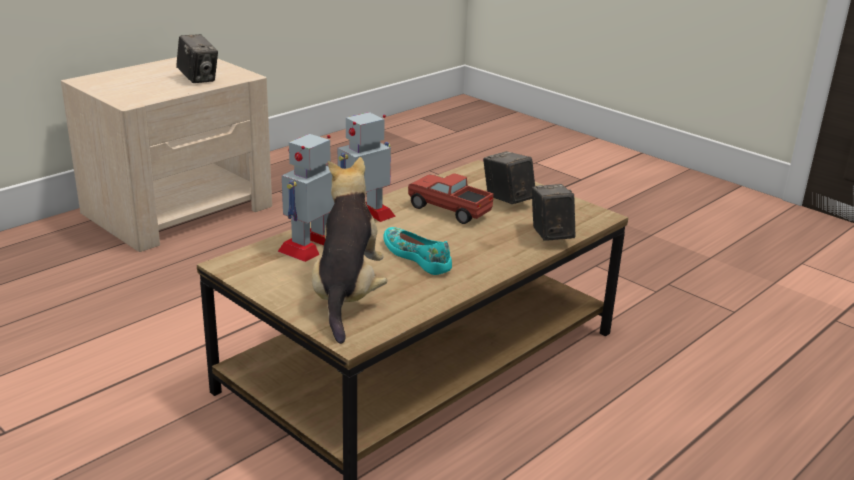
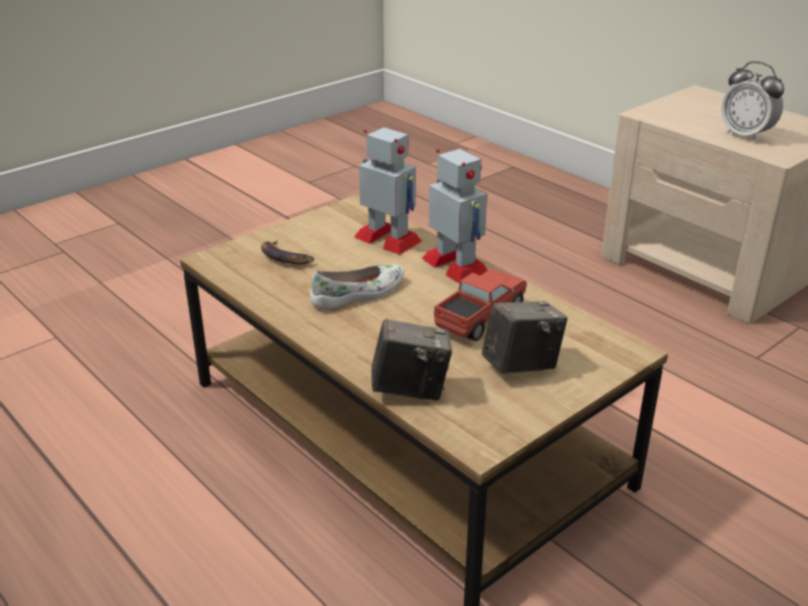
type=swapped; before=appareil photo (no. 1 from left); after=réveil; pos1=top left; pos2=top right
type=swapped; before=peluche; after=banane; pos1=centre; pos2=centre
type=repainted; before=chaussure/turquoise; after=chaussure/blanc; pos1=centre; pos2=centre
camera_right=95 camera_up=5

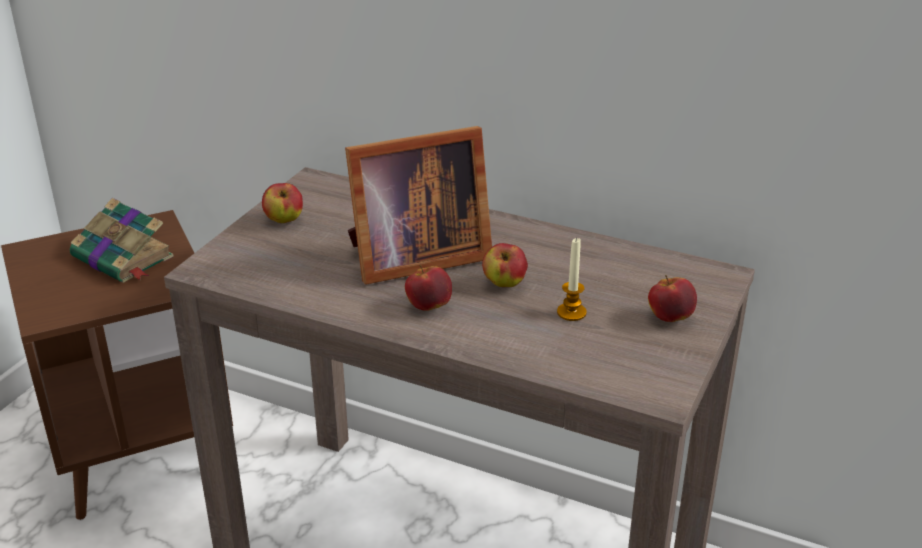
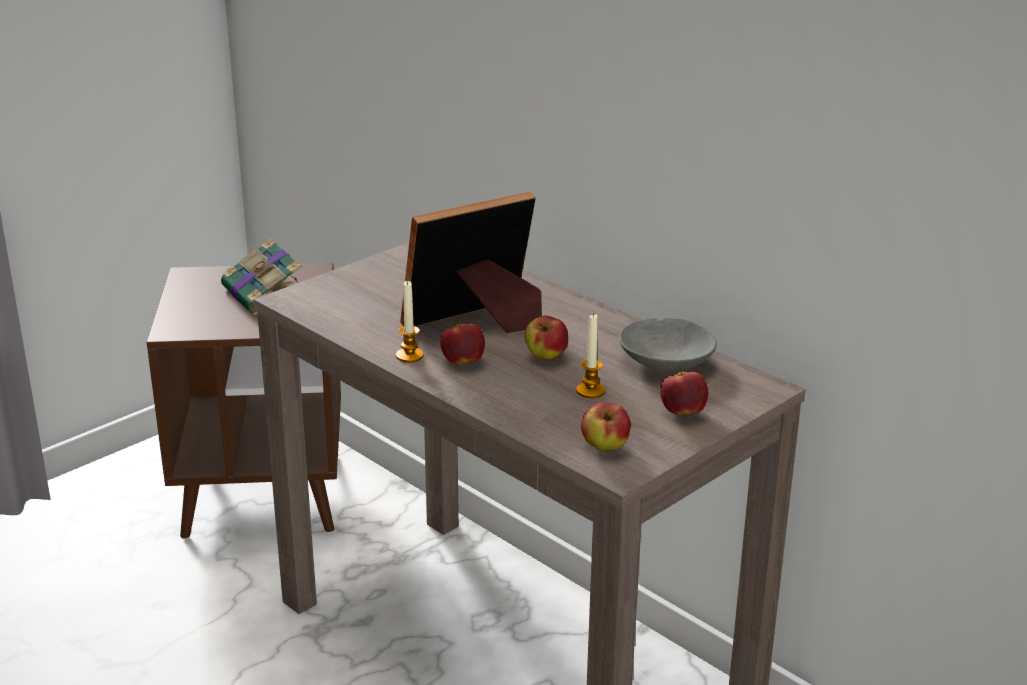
type=shifted; before=pomme (no. 1 from left in the first image); after=pomme (no. 3 from left); pos1=middle left; pos2=centre
type=rotated; before=cadre photo; pos1=centre; pos2=centre; turn=150
type=new; after=bougie (no. 1 from left); pos2=centre
type=new; after=bol/gris; pos2=centre
camera_right=20 camera_up=-5

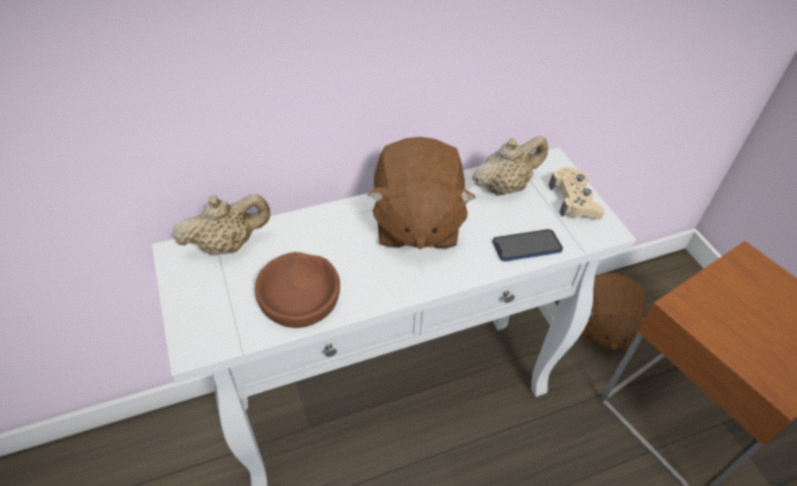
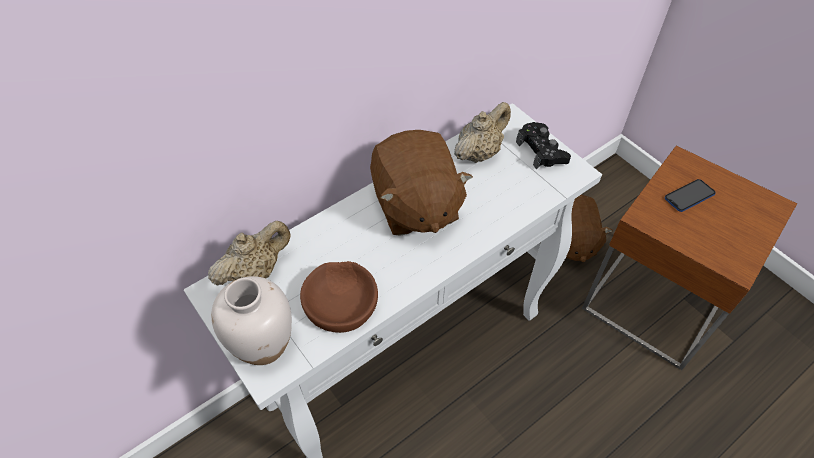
type=shifted; before=téléphone; pos1=centre; pos2=middle right
type=repainted; before=manette/beige; after=manette/noir; pos1=middle right; pos2=top right
type=new; after=vase/blanc; pos2=bottom left
camera_right=-15 camera_up=5

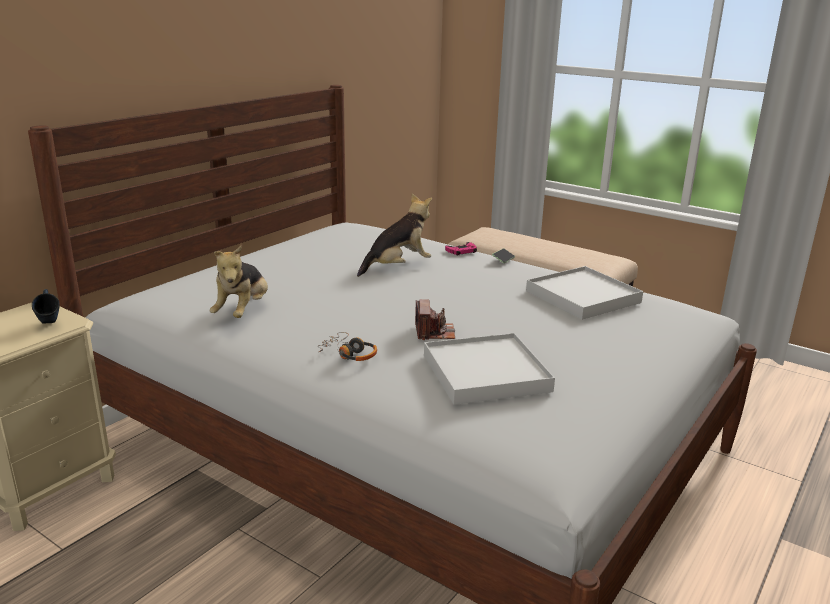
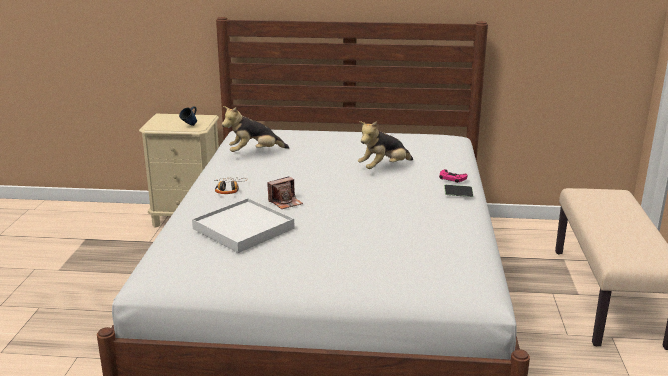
type=rotated; before=peluche (no. 2 from left); pos1=centre; pos2=centre; turn=120
type=gone; before=plateau/blanc (no. 2 from left); pos1=middle right
camera_right=60 camera_up=0

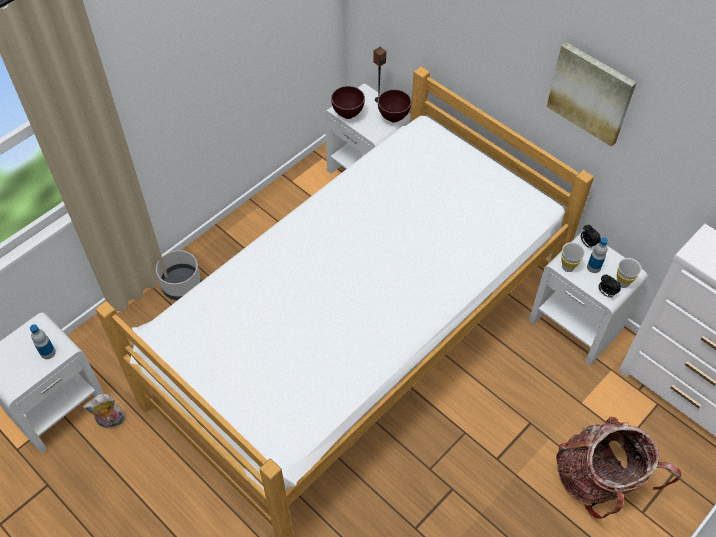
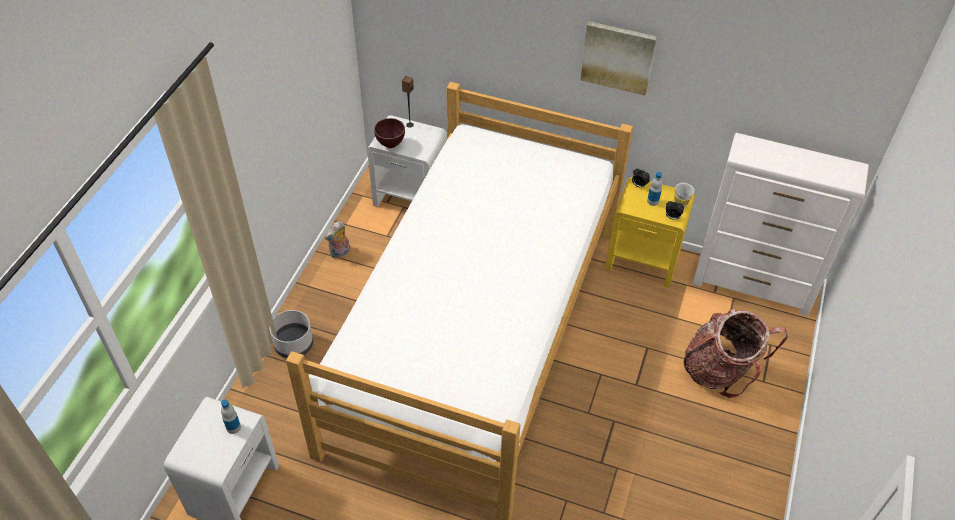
type=shifted; before=peluche; pos1=bottom left; pos2=centre
type=gone; before=bol/marron (no. 2 from left); pos1=top centre
type=repainted; before=table de chevet/blanc (no. 3 from left); after=table de chevet/jaune; pos1=middle right; pos2=middle right
type=gone; before=tasse/blanc (no. 1 from left); pos1=middle right
camera_right=-25 camera_up=-5

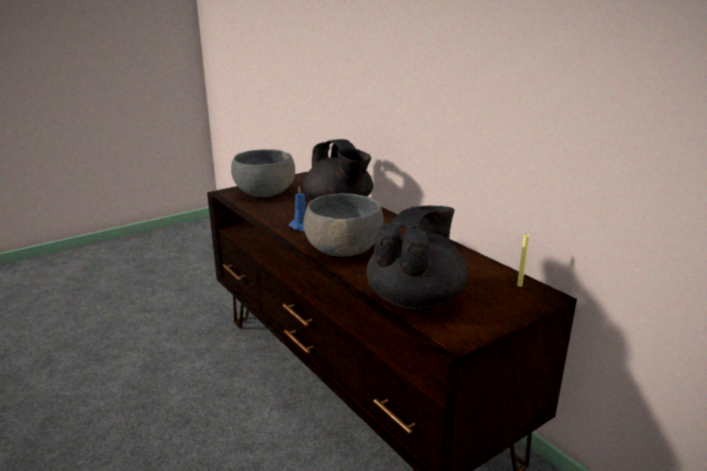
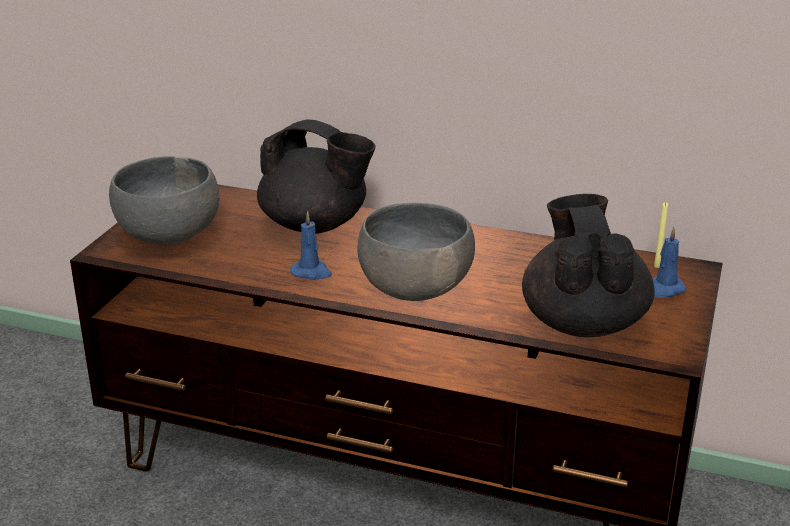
type=new; after=bougie/bleu (no. 2 from left); pos2=middle right
camera_right=-35 camera_up=5

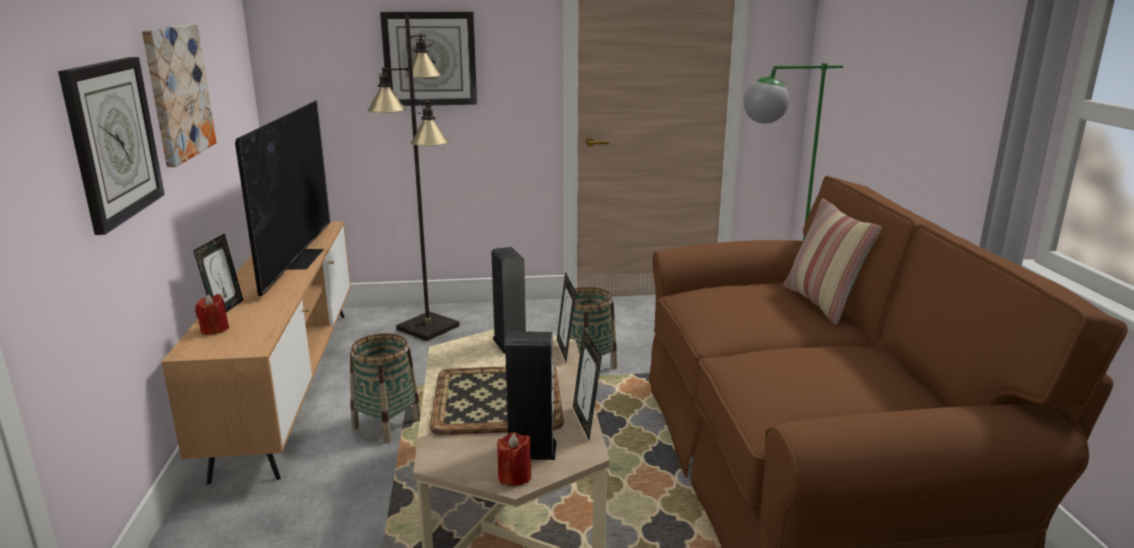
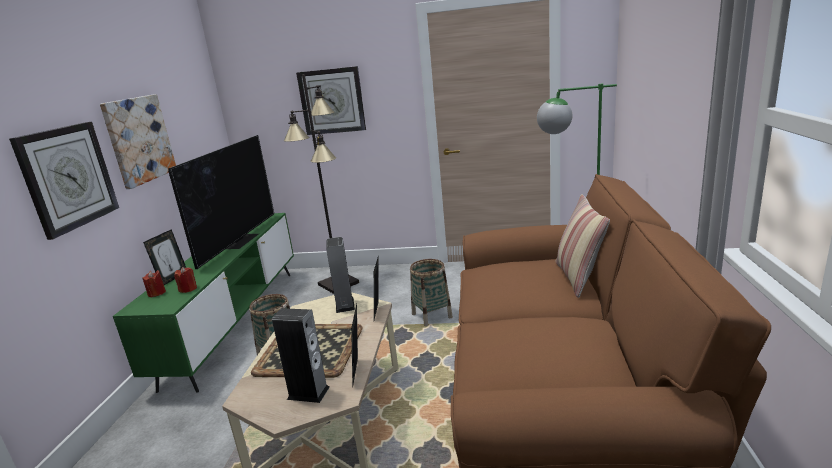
type=repainted; before=meuble télé/marron; after=meuble télé/vert; pos1=middle left; pos2=middle left
type=shifted; before=bougie/rouge (no. 2 from left); pos1=bottom centre; pos2=middle left
camera_right=15 camera_up=0

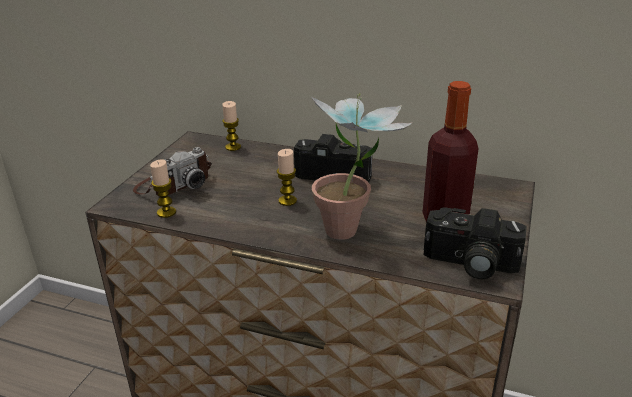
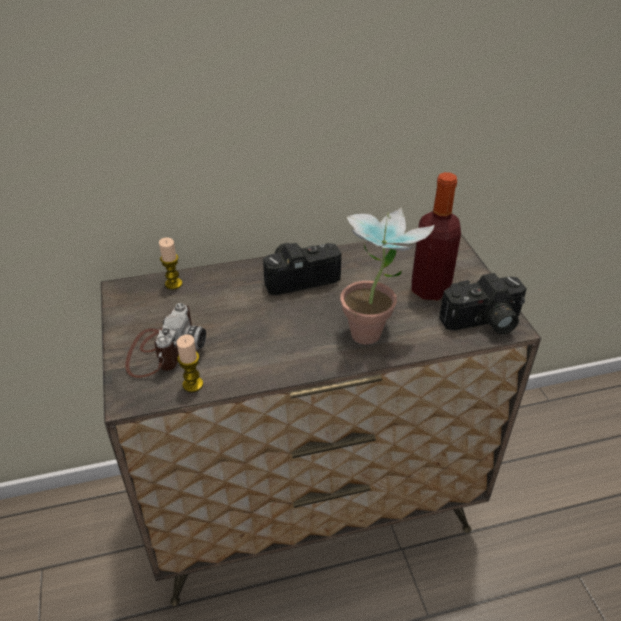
type=gone; before=bougie (no. 3 from left); pos1=centre
camera_right=-35 camera_up=10

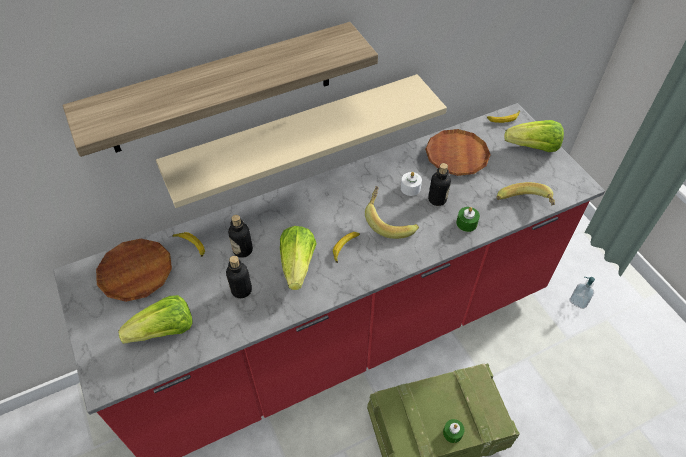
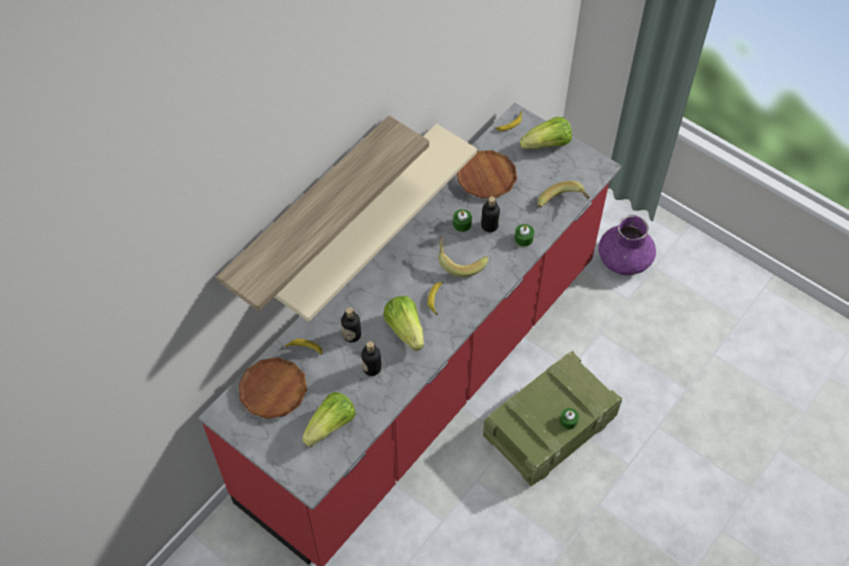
type=repainted; before=bougie/blanc; after=bougie/vert (no. 1 from left); pos1=centre; pos2=centre
type=swapped; before=distributeur de savon; after=vase/violet; pos1=middle right; pos2=middle right
camera_right=-25 camera_up=5

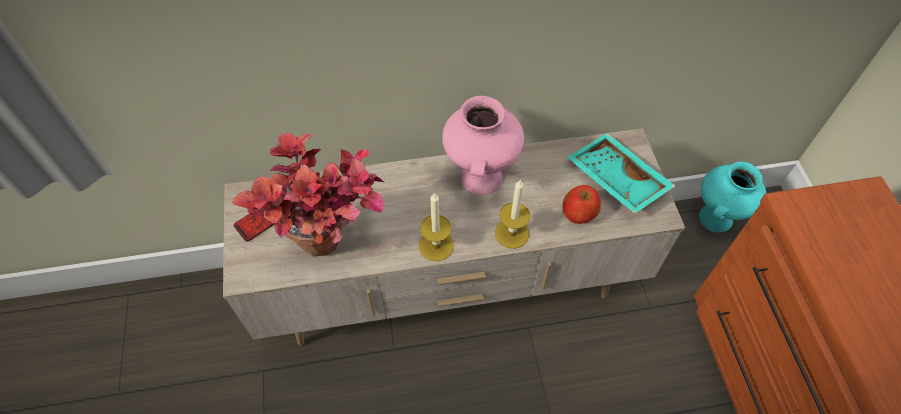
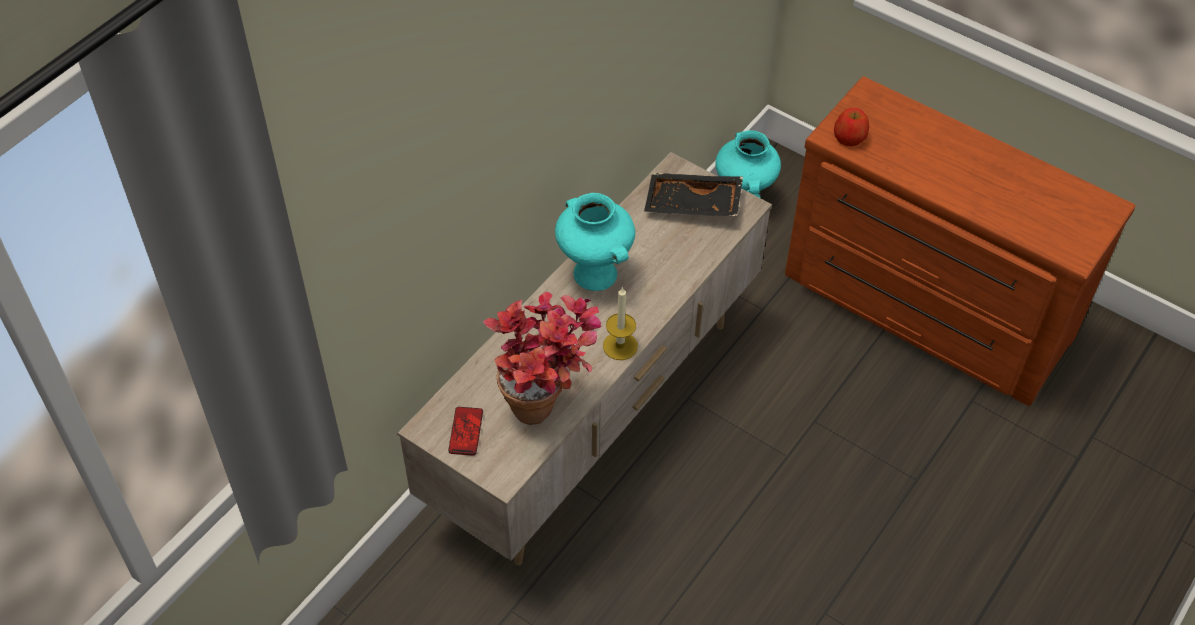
type=repainted; before=vase/rose; after=vase/turquoise (no. 1 from left); pos1=centre; pos2=centre
type=gone; before=bougie (no. 2 from left); pos1=centre
type=shifted; before=pomme; pos1=centre; pos2=top right
type=repainted; before=plateau/turquoise; after=plateau/noir; pos1=middle right; pos2=top centre
camera_right=-45 camera_up=-5

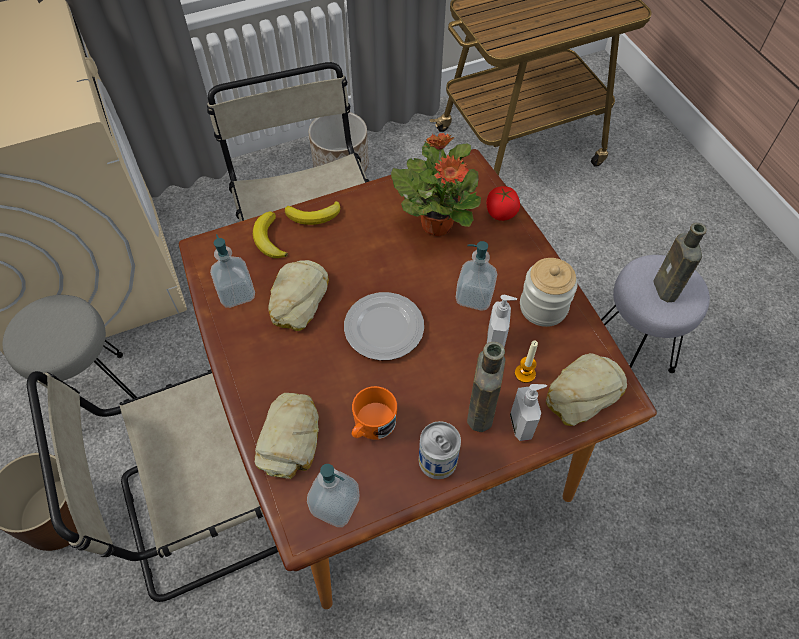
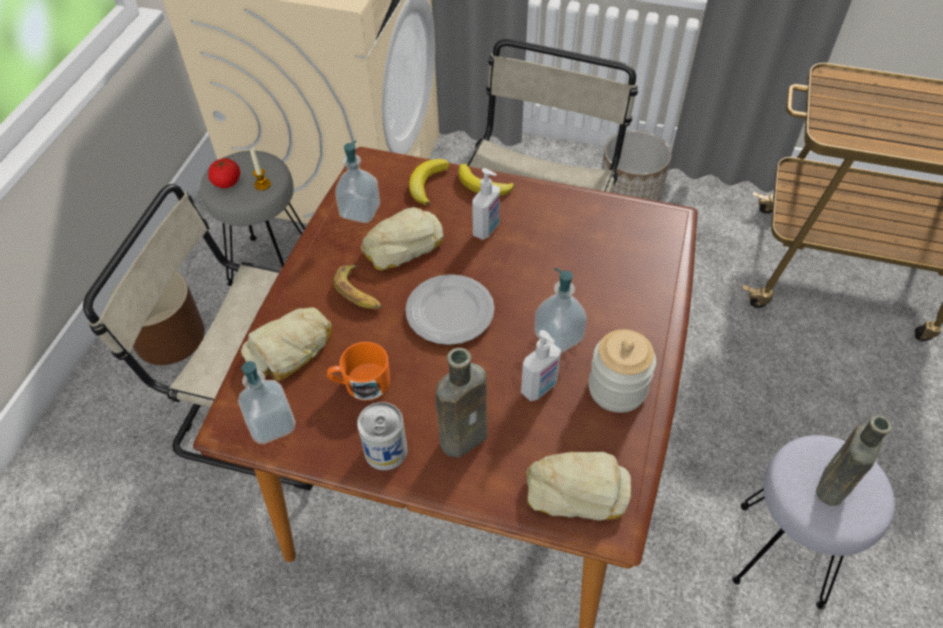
type=gone; before=plante en pot; pos1=top centre
type=shifted; before=tomate; pos1=top centre; pos2=top left
type=shifted; before=distributeur de savon (no. 5 from left in the first image); after=distributeur de savon (no. 3 from left); pos1=centre; pos2=top centre
type=shifted; before=bougie; pos1=centre; pos2=top left
type=new; after=banane (no. 1 from left); pos2=centre
camera_right=40 camera_up=-5

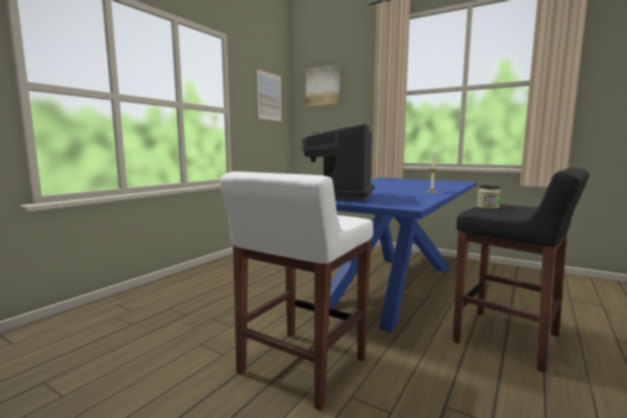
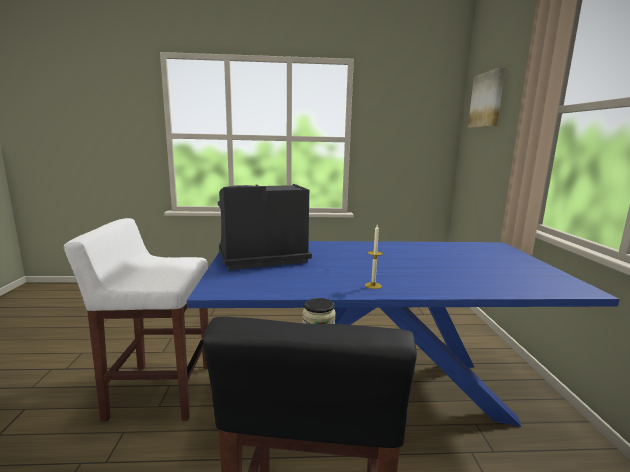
type=gone; before=tableau (no. 1 from left); pos1=top centre
camera_right=55 camera_up=5

